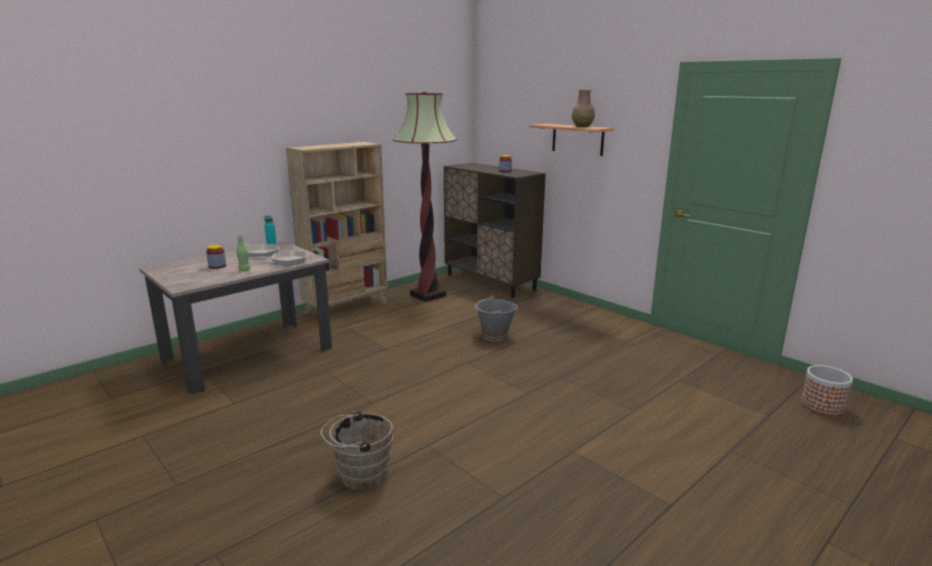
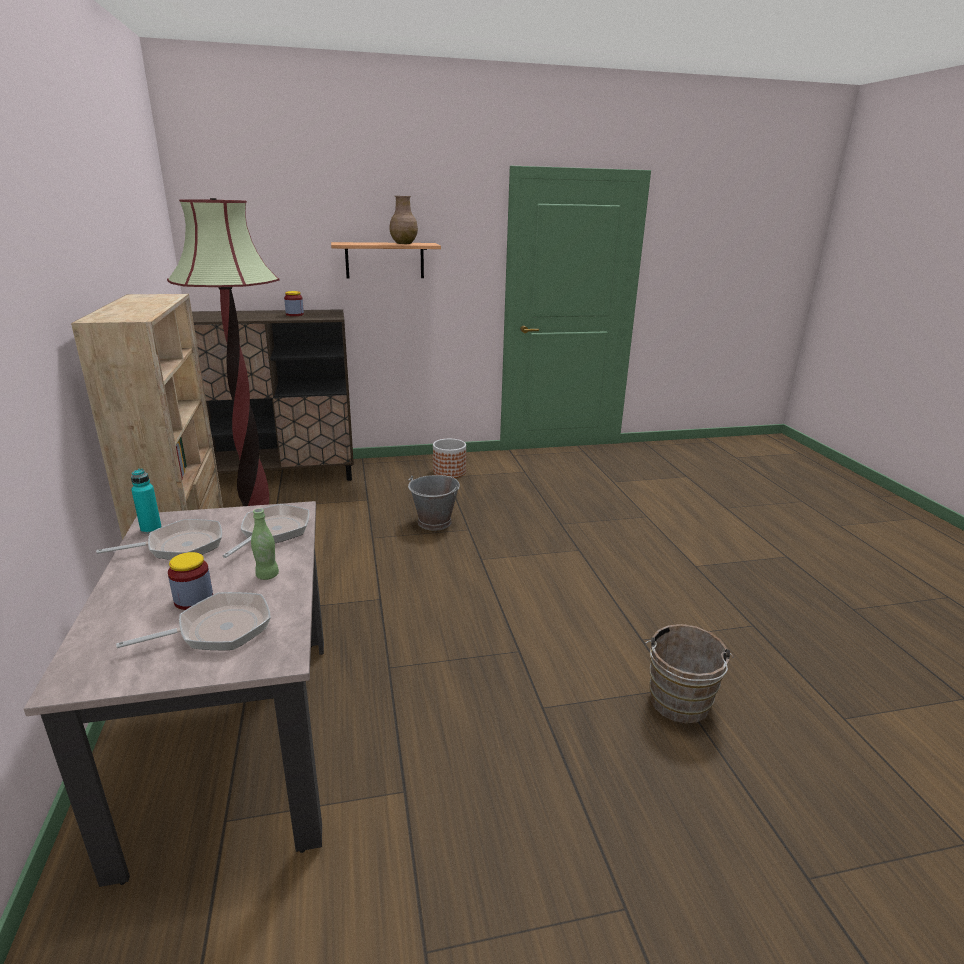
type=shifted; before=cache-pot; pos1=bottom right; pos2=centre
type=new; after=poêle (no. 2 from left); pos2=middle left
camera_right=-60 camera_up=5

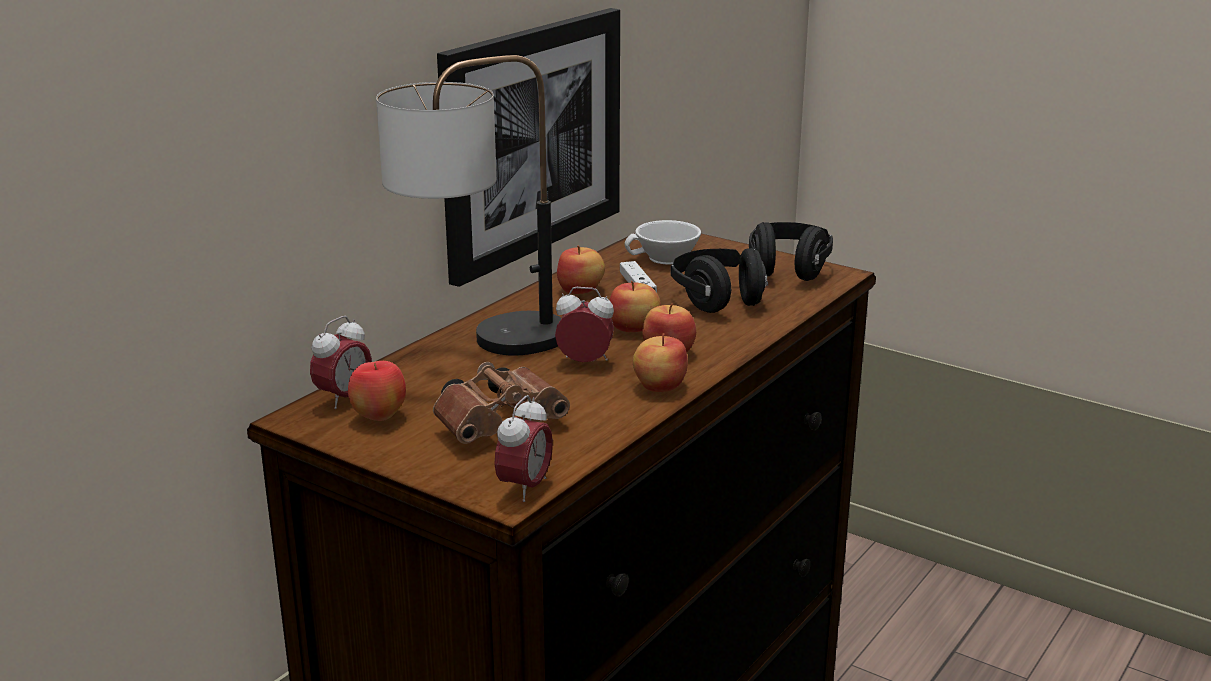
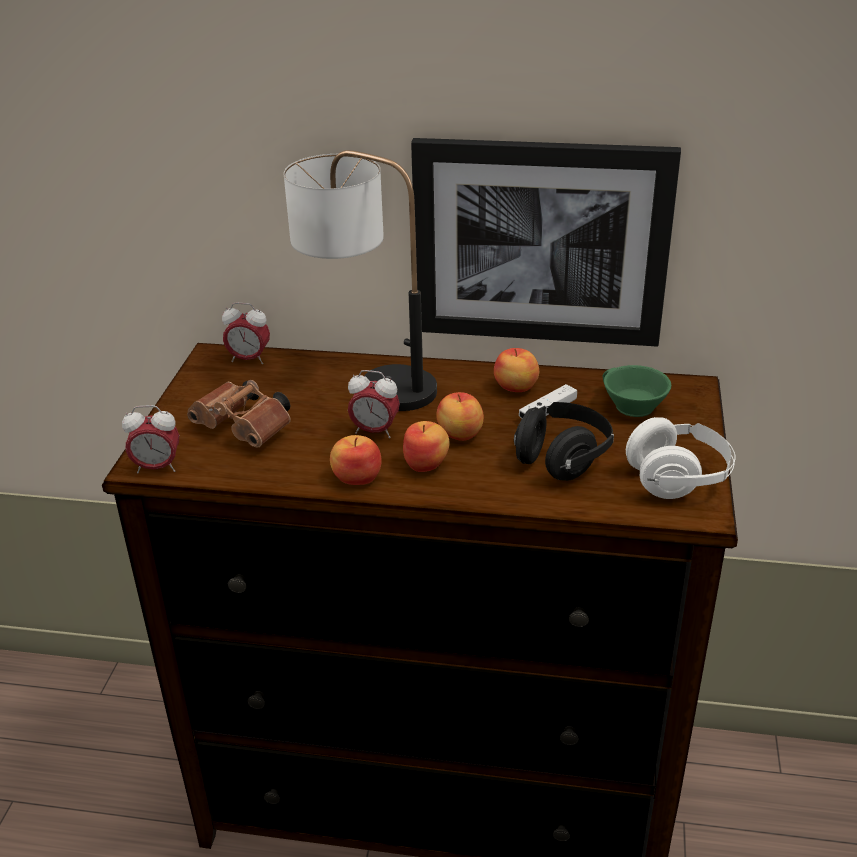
type=gone; before=pomme (no. 1 from left); pos1=middle left
type=rotated; before=réveil (no. 3 from left); pos1=centre; pos2=centre; turn=120
type=repainted; before=tasse/blanc; after=tasse/vert; pos1=centre; pos2=middle right
type=repainted; before=casque audio/noir (no. 2 from left); after=casque audio/blanc; pos1=centre; pos2=middle right
camera_right=65 camera_up=10

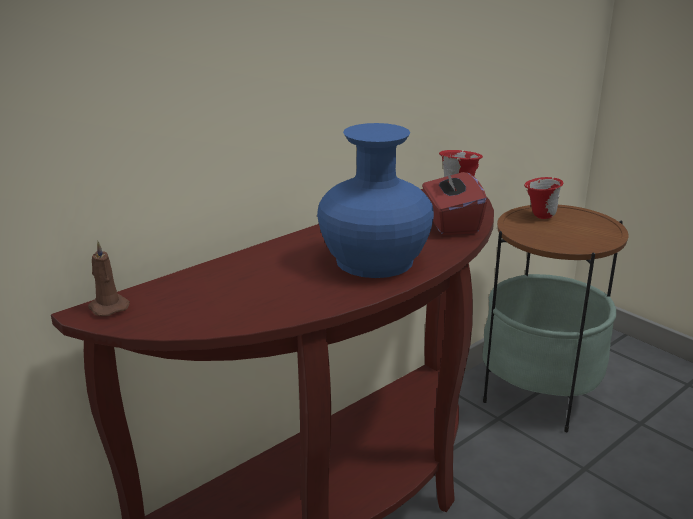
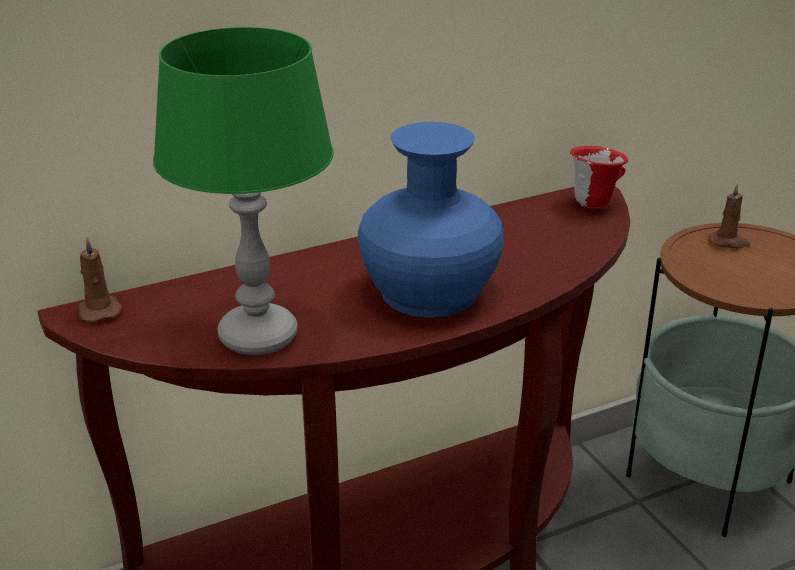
type=gone; before=boîte à mouchoirs/rouge; pos1=centre
type=swapped; before=mug/rouge (no. 2 from left); after=bougie/marron (no. 2 from left); pos1=middle right; pos2=middle right
type=new; after=lampe de table/vert; pos2=middle left
camera_right=15 camera_up=5

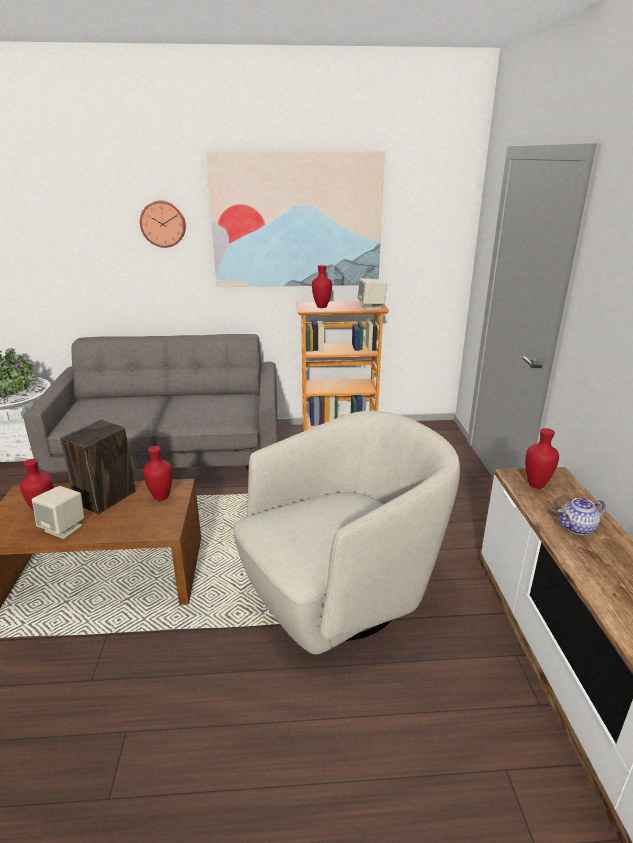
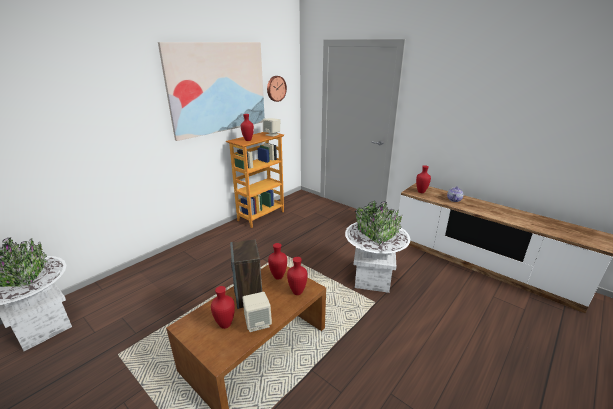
type=gone; before=canapé/gris; pos1=middle left
type=shifted; before=horloge murale; pos1=top left; pos2=top centre
type=swapped; before=fauteuil/beige; after=cache-pot/blanc (no. 2 from left); pos1=centre; pos2=centre
type=new; after=vase/rouge (no. 4 from left); pos2=bottom centre
camera_right=-45 camera_up=0

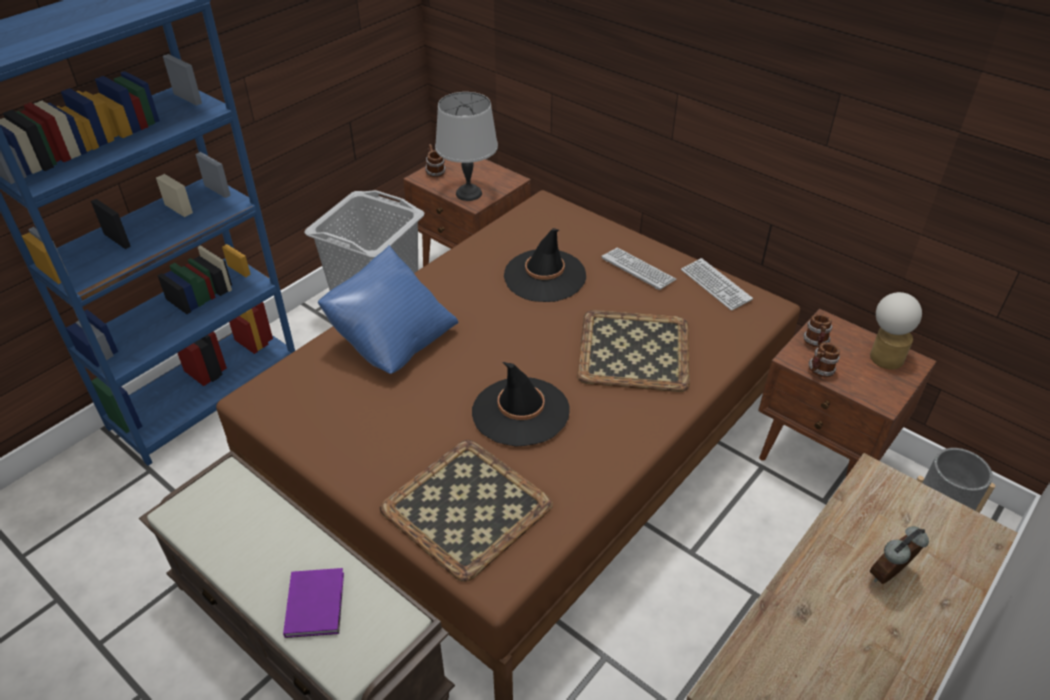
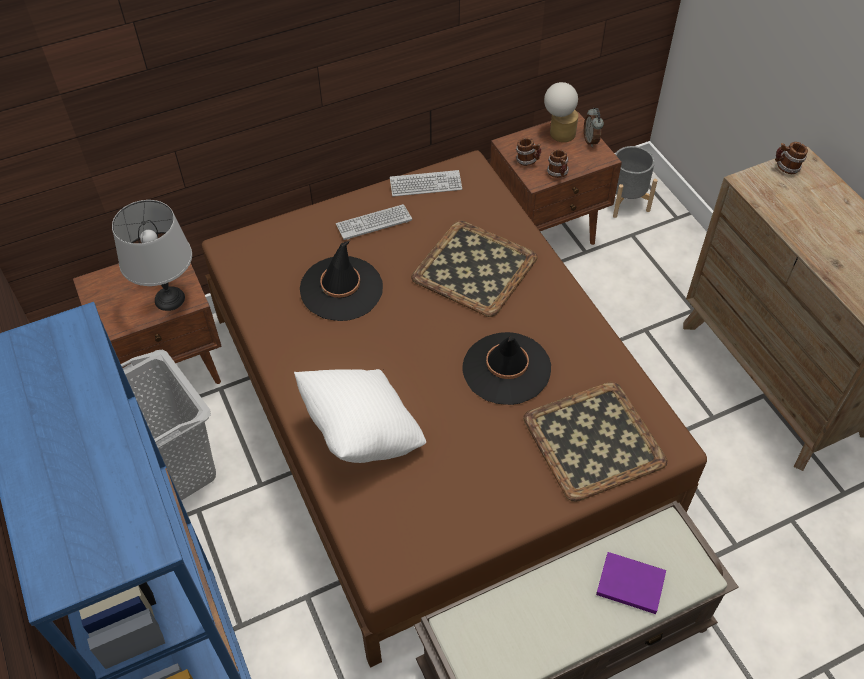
type=repainted; before=coussin/bleu; after=coussin/blanc; pos1=centre; pos2=centre
type=shifted; before=mug (no. 1 from left in the first image); after=mug (no. 3 from left); pos1=top centre; pos2=top right
type=shifted; before=réveil; pos1=bottom right; pos2=top right
camera_right=-65 camera_up=10

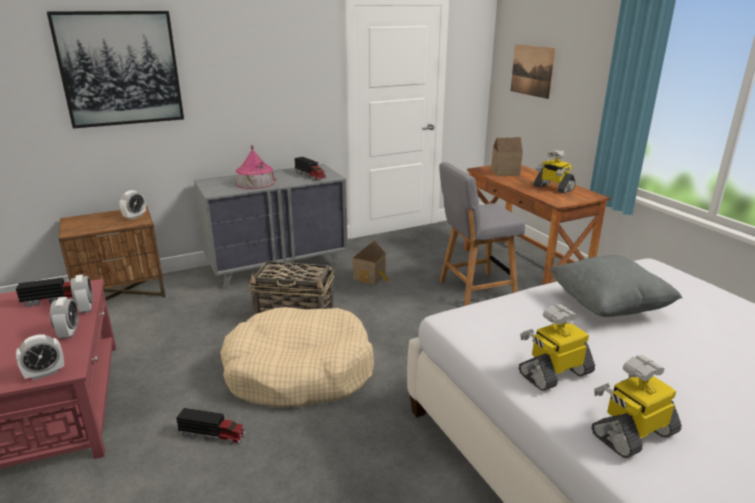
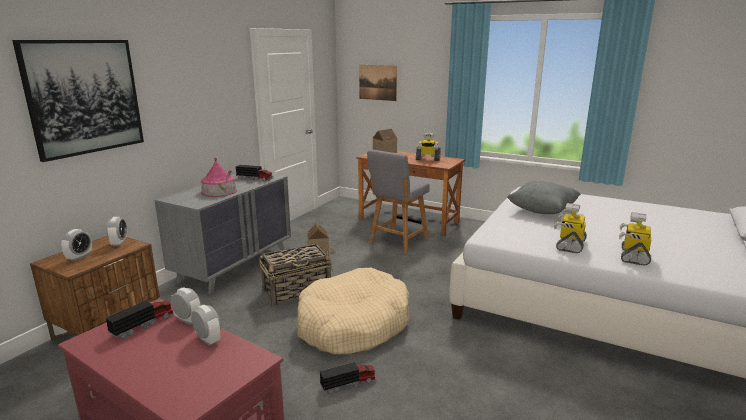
type=shifted; before=réveil (no. 1 from left); pos1=bottom left; pos2=middle left
camera_right=-35 camera_up=-5

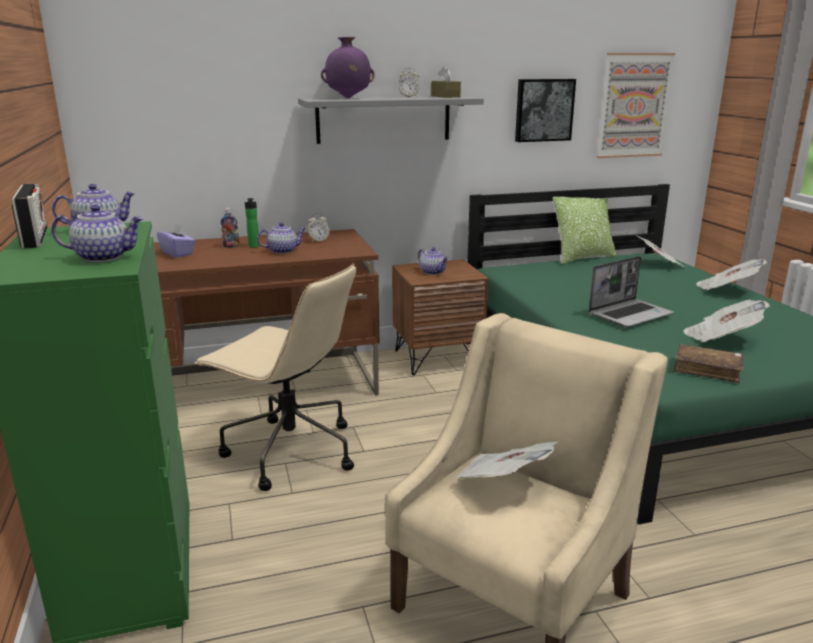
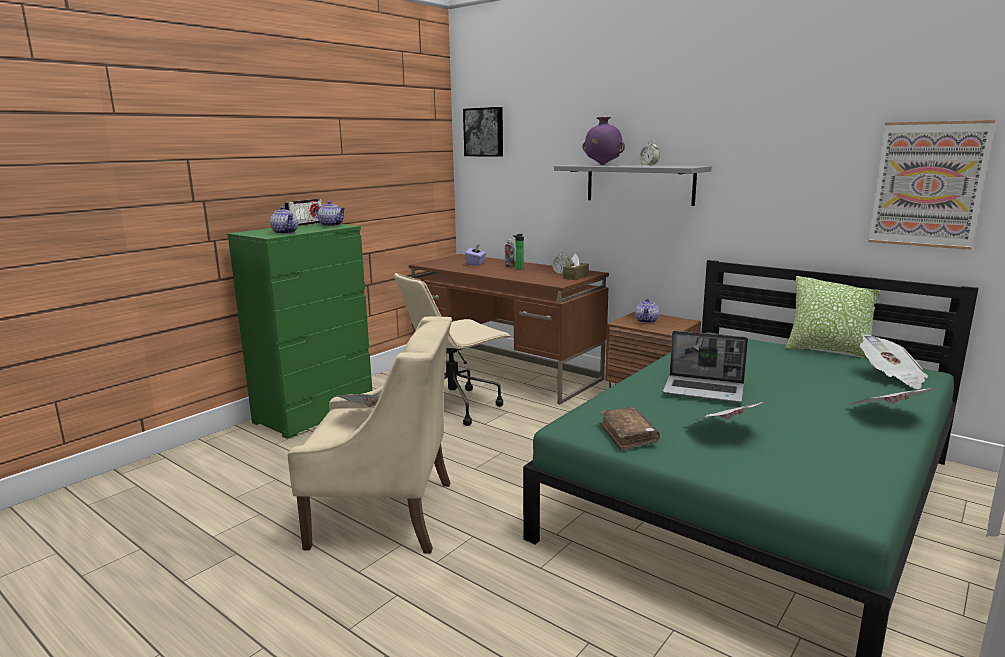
type=rotated; before=chaise de bureau/beige; pos1=centre; pos2=centre; turn=60
type=gone; before=théière (no. 3 from left); pos1=centre
type=shifted; before=boîte à mouchoirs/marron; pos1=top centre; pos2=centre
type=shifted; before=tableau (no. 1 from left); pos1=top right; pos2=top centre
camera_right=55 camera_up=-5

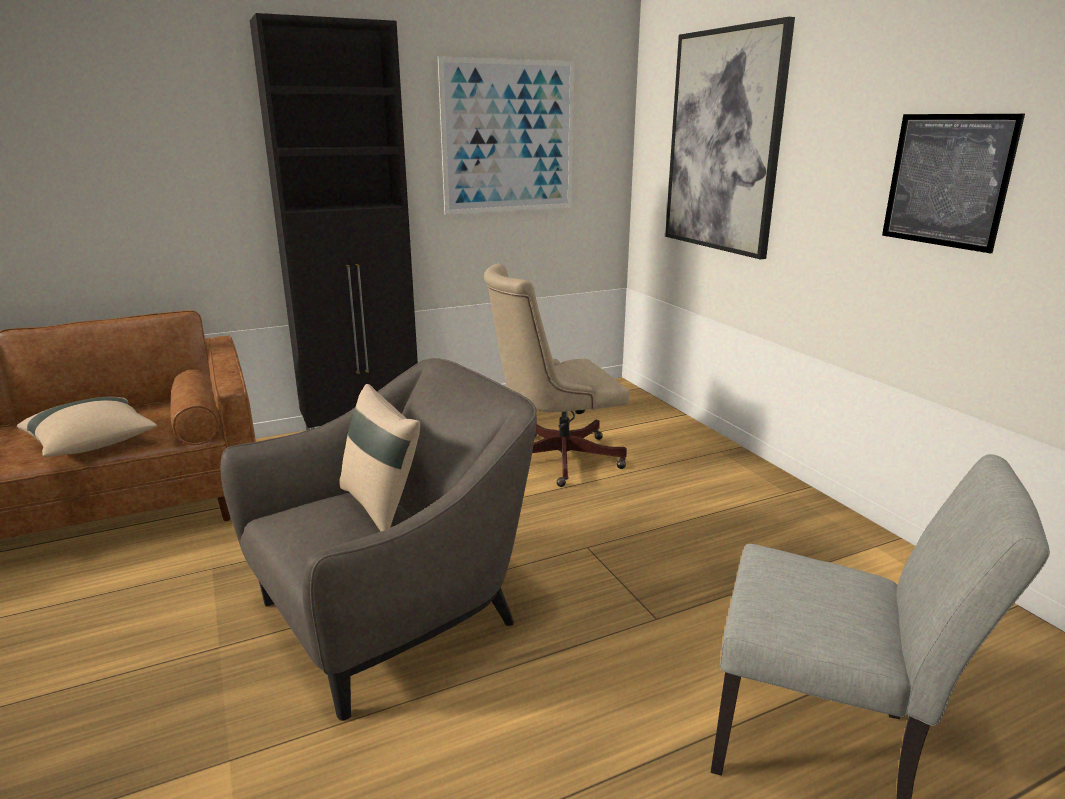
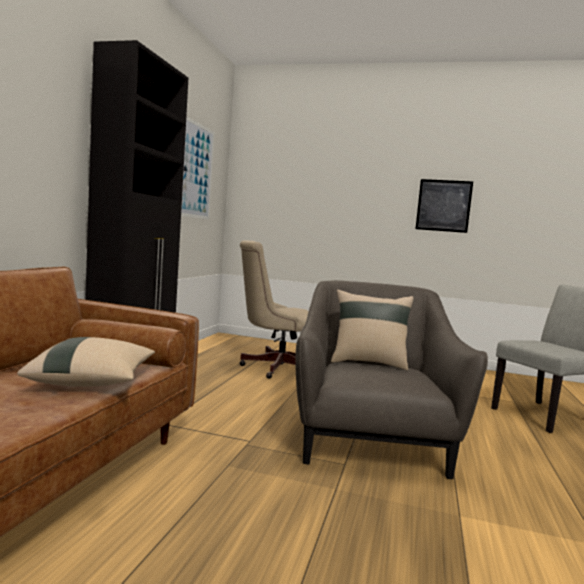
type=rotated; before=chaise de bureau/beige; pos1=centre; pos2=centre; turn=60
type=gone; before=tableau (no. 2 from left); pos1=top right
camera_right=-50 camera_up=-15

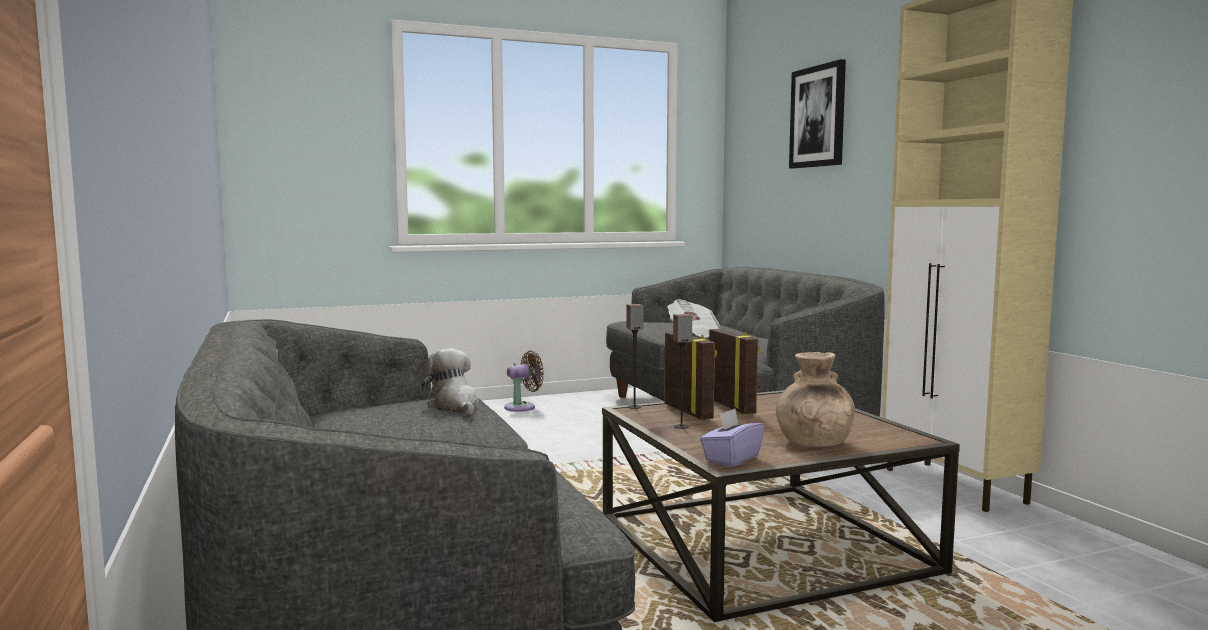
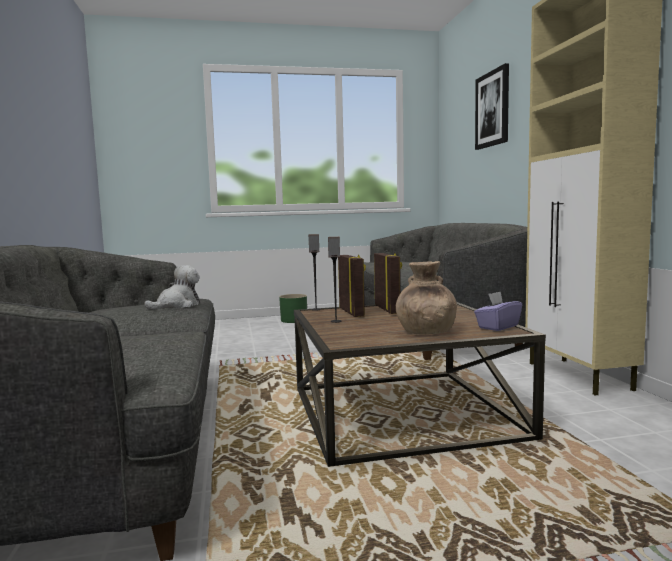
type=rotated; before=peluche; pos1=centre; pos2=middle left; turn=60
type=swapped; before=ventilateur/marron; after=cache-pot/vert; pos1=centre; pos2=centre
type=gone; before=journal; pos1=centre
type=shifted; before=boîte à mouchoirs/violet; pos1=bottom centre; pos2=middle right
camera_right=10 camera_up=0

